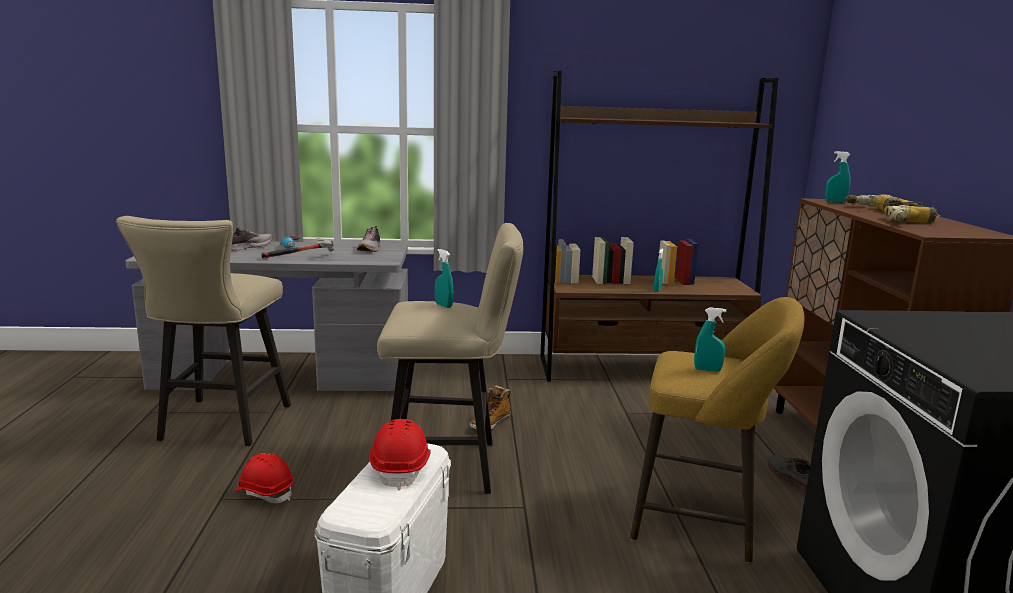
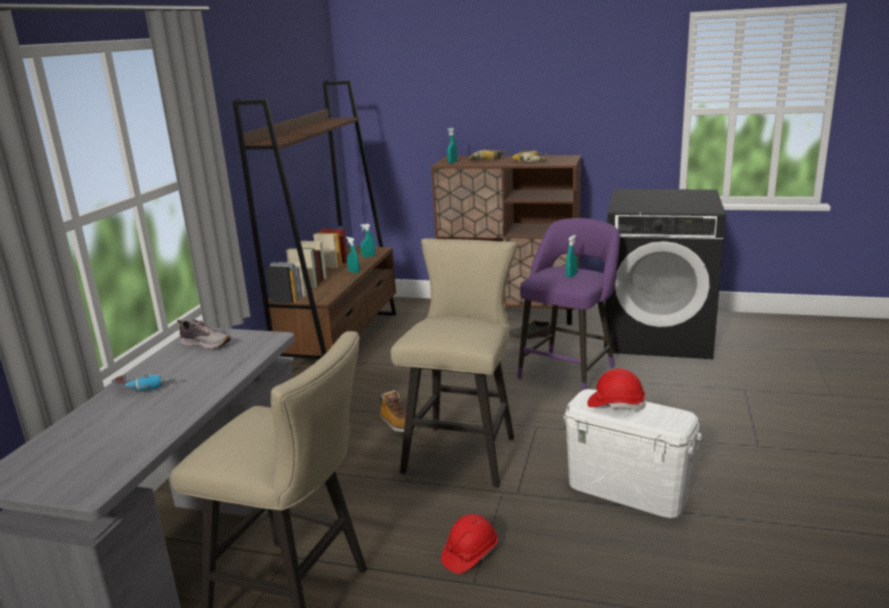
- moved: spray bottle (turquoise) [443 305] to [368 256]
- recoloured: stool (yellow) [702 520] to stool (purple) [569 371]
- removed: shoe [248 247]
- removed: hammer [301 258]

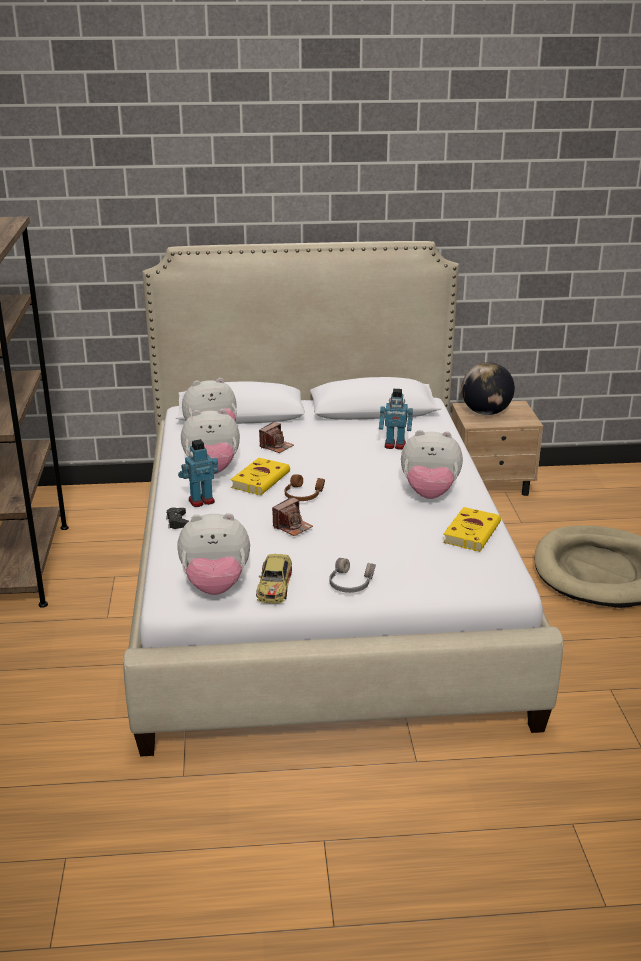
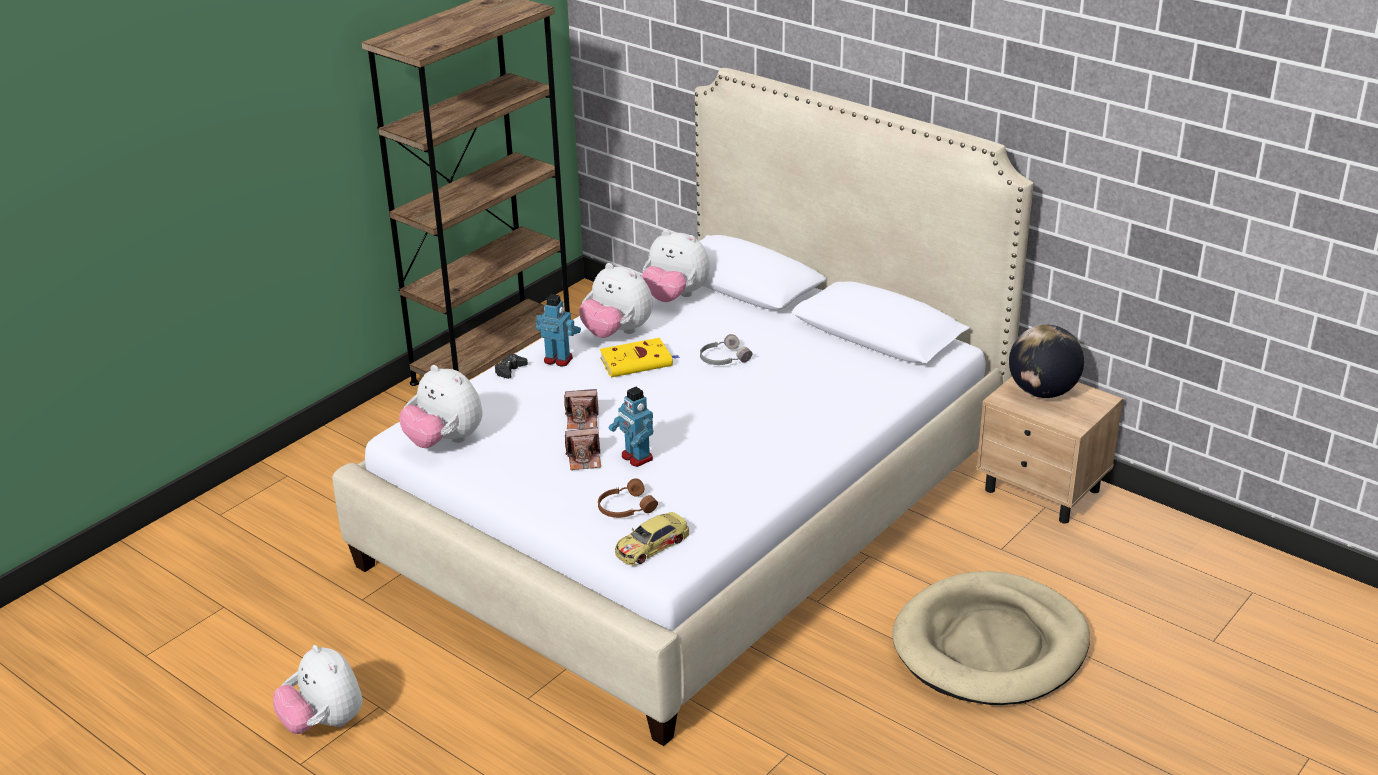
- moved: plush toy [429 494] to [324 723]
- moved: photo camera [276 446] to [584 459]
- moved: headphones (brown) [302 495] to [625 508]
- moved: toy robot [395 445] to [636 457]
- moved: toy car [274 584] to [651 545]
- moved: headphones (grey) [350 583] to [723 358]
- removed: book (yellow) [472 532]

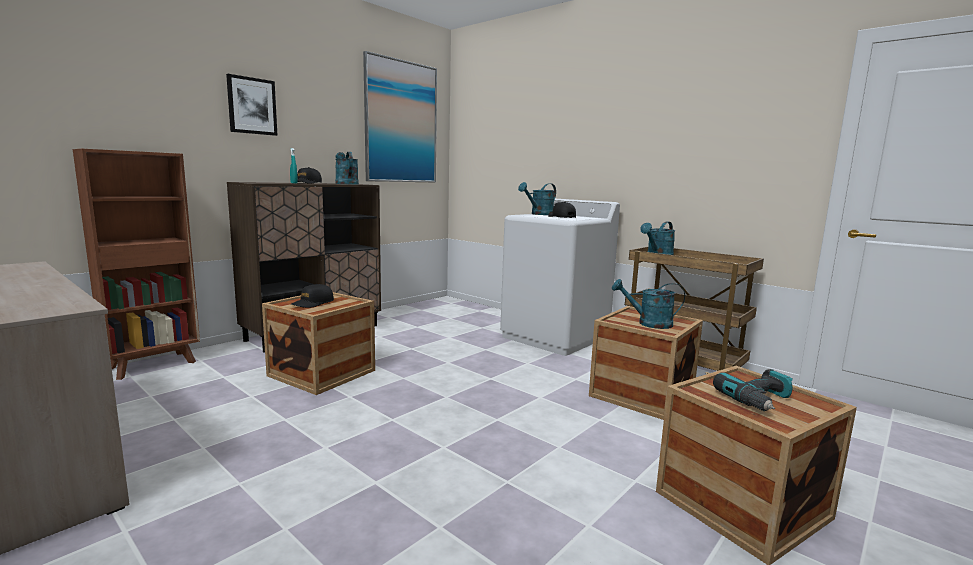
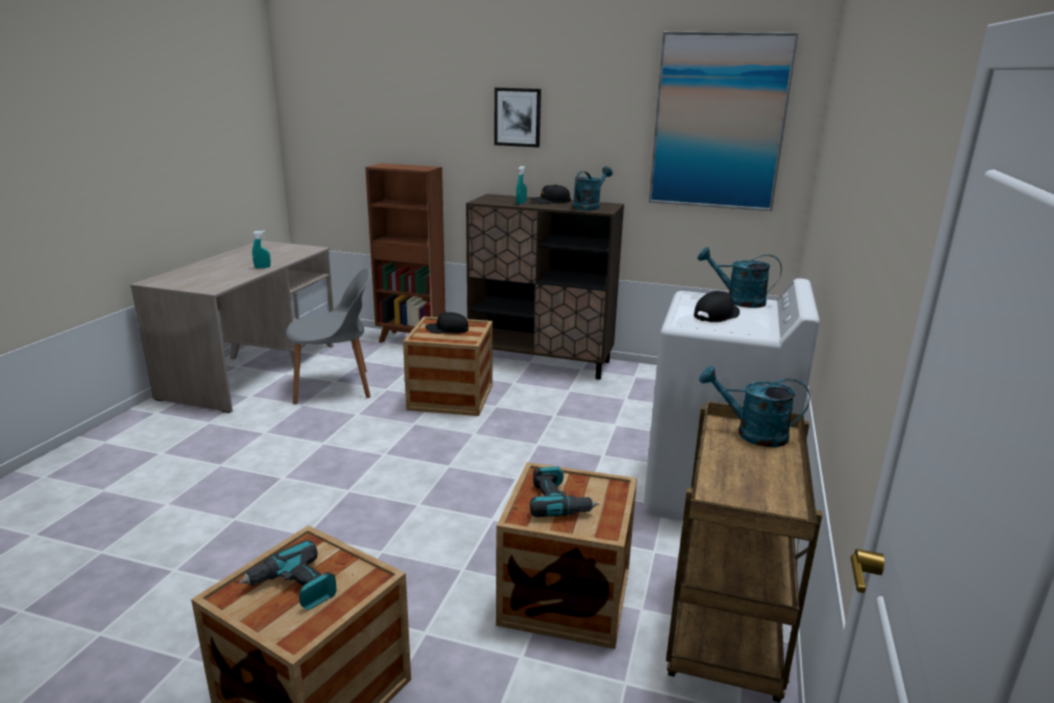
- added: spray bottle (turquoise) [262 267]
- added: chair (grey) [335 387]
- replaced: watering can (turquoise) [648 323] to power drill [558 502]

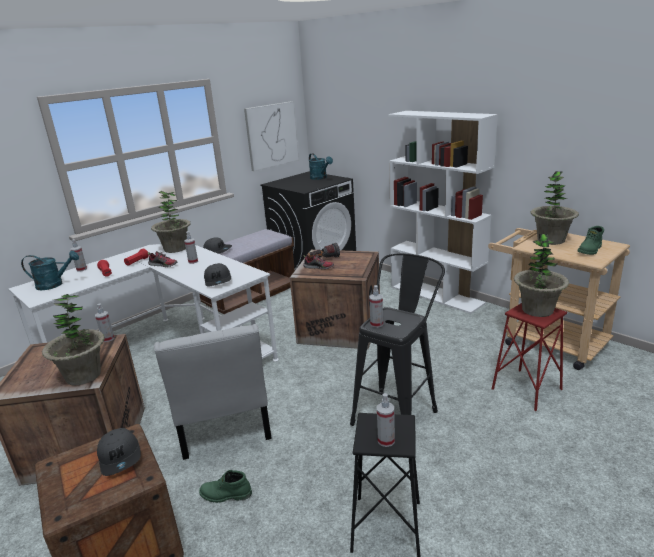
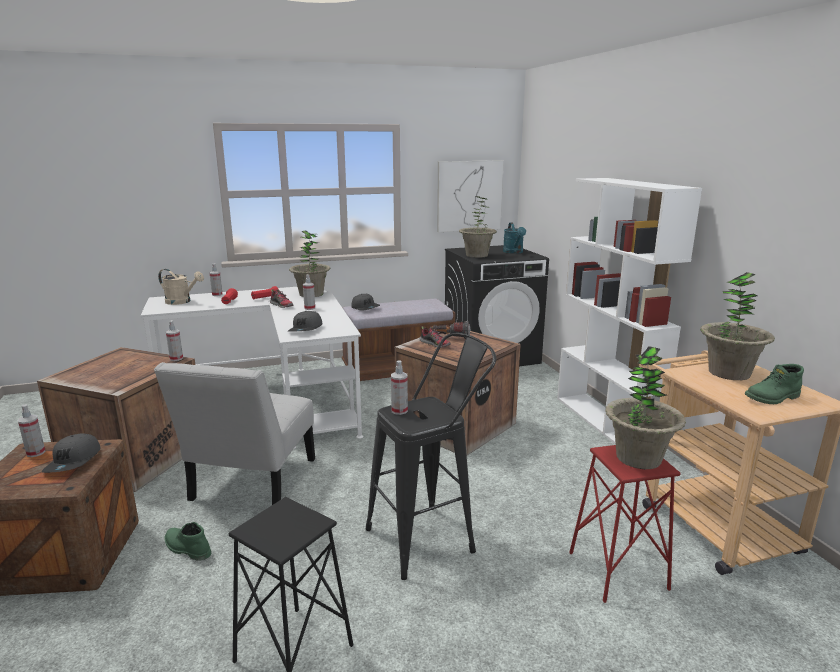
- moved: spray bottle [386 440] to [35 453]
- recoloured: watering can (turquoise) [54 284] to watering can (beige) [182 302]
- moved: potted plant [83 375] to [477 255]

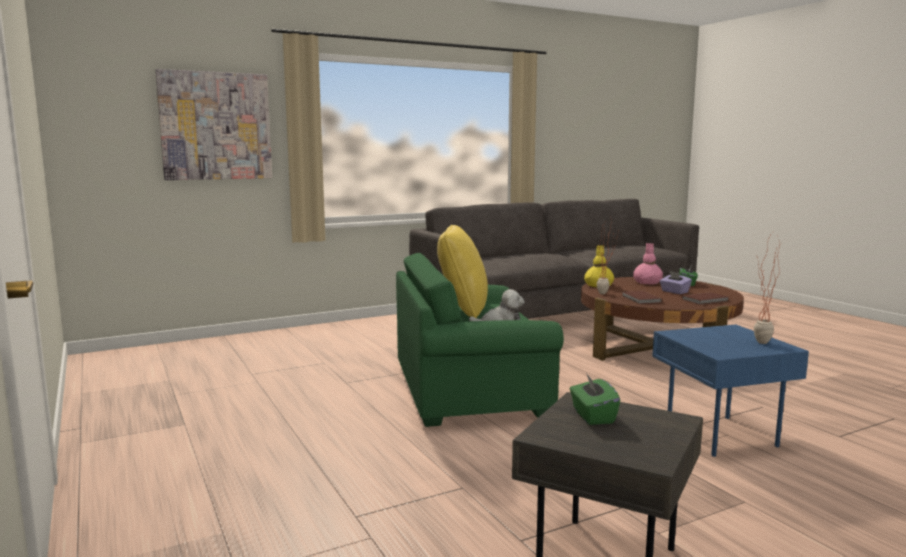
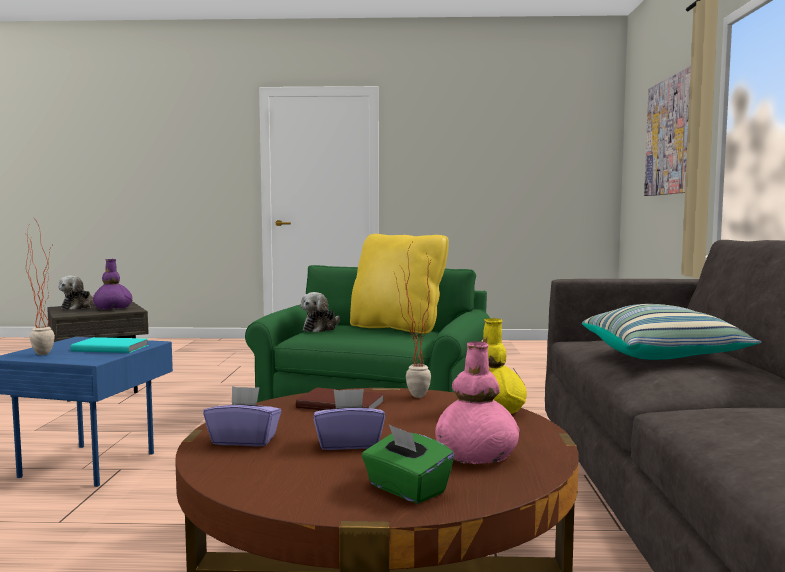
- added: plush toy [79 307]
- added: book (turquoise) [110 348]
- replaced: tissue box (green) [592 416] to vase (purple) [113 308]
- replaced: book (brown) [706 300] to tissue box (purple) [244 440]
- added: pillow [663 356]

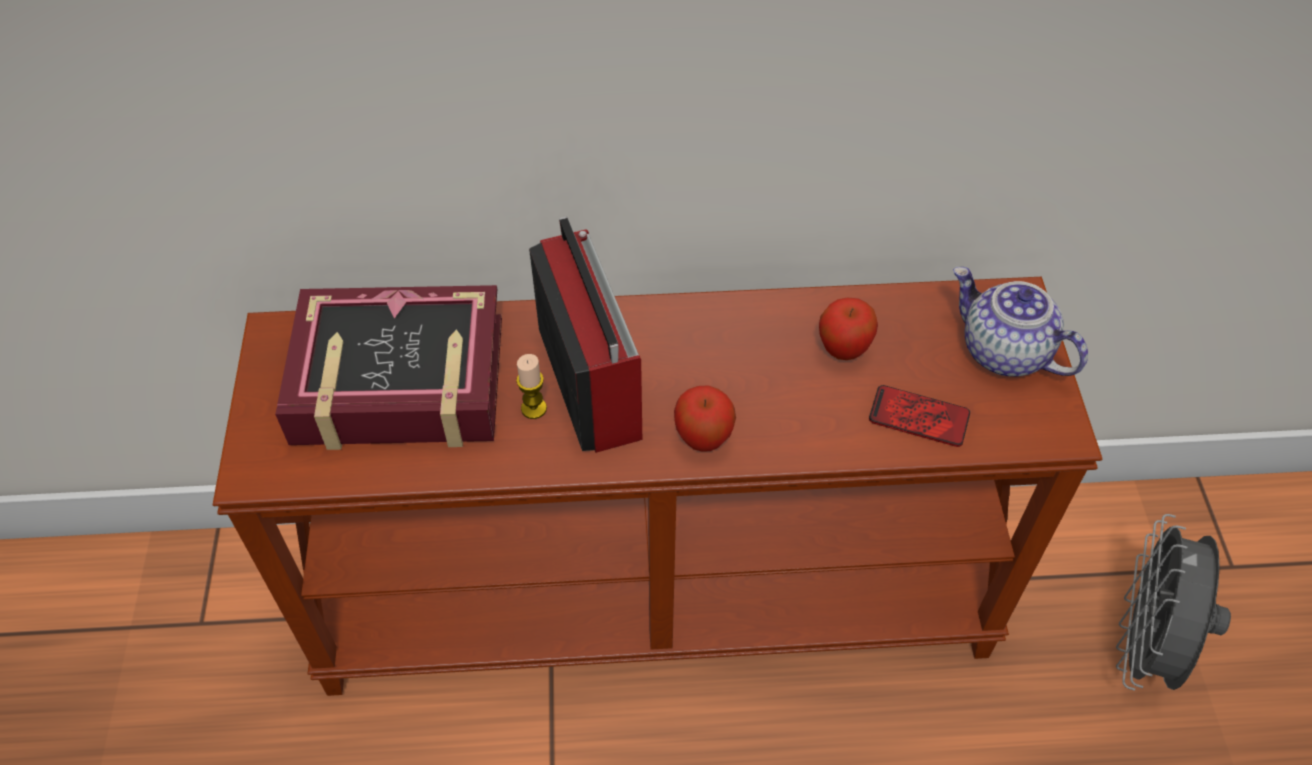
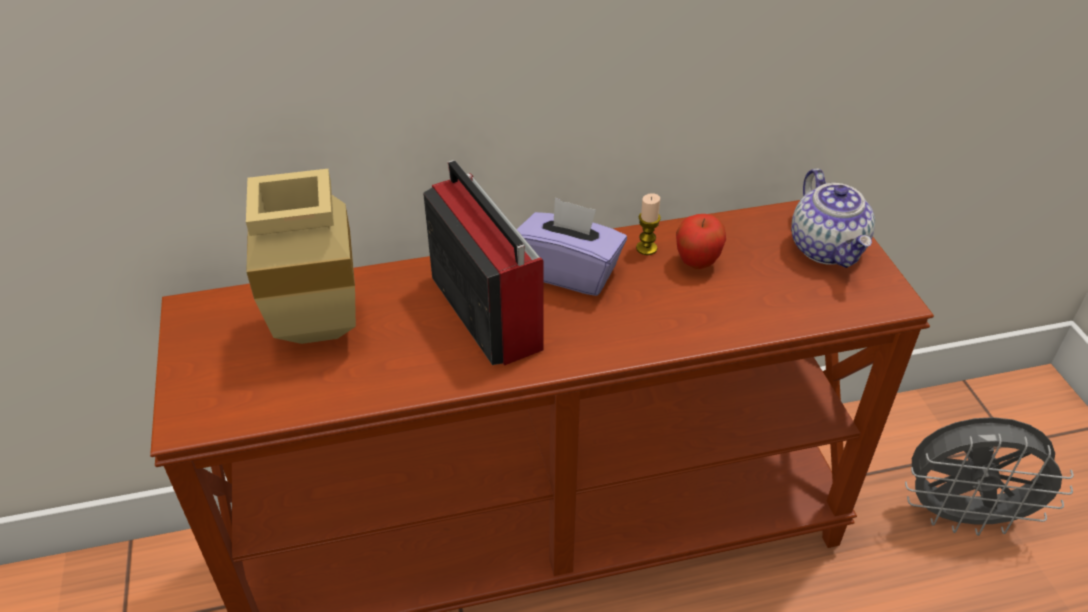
- replaced: book [399 382] to vase (beige) [313 333]
- added: tissue box (purple) [569 272]
- moved: candle [534 408] to [646 248]
- turned: teapot [1003 352] = [828 249] 135 degrees counterclockwise
- turned: fan (grey) [1144 646] = [962 516] 90 degrees counterclockwise
- removed: apple [703 439]
- removed: phone [919 417]

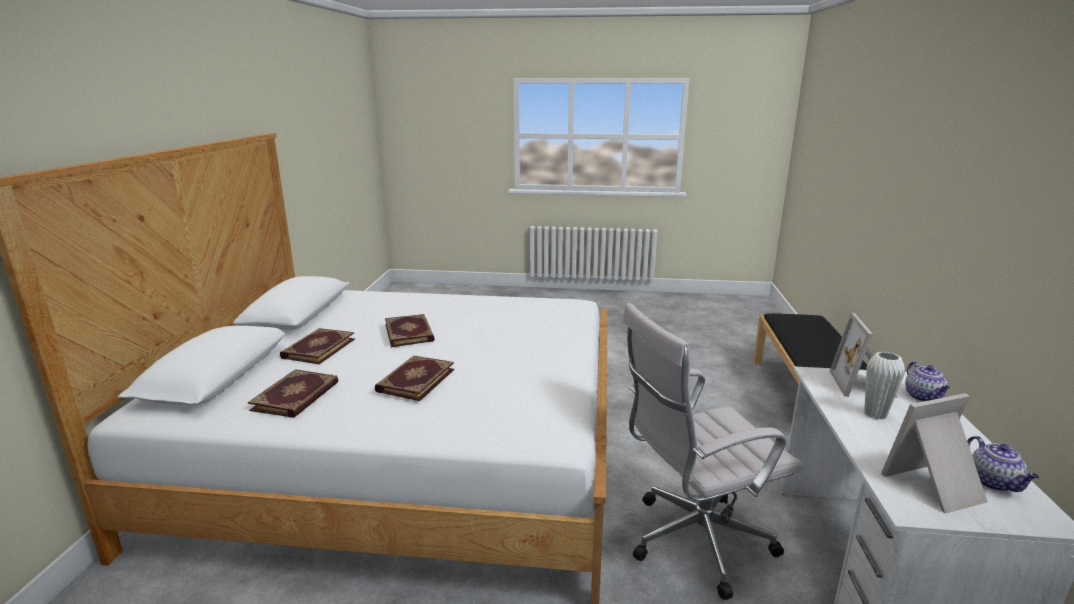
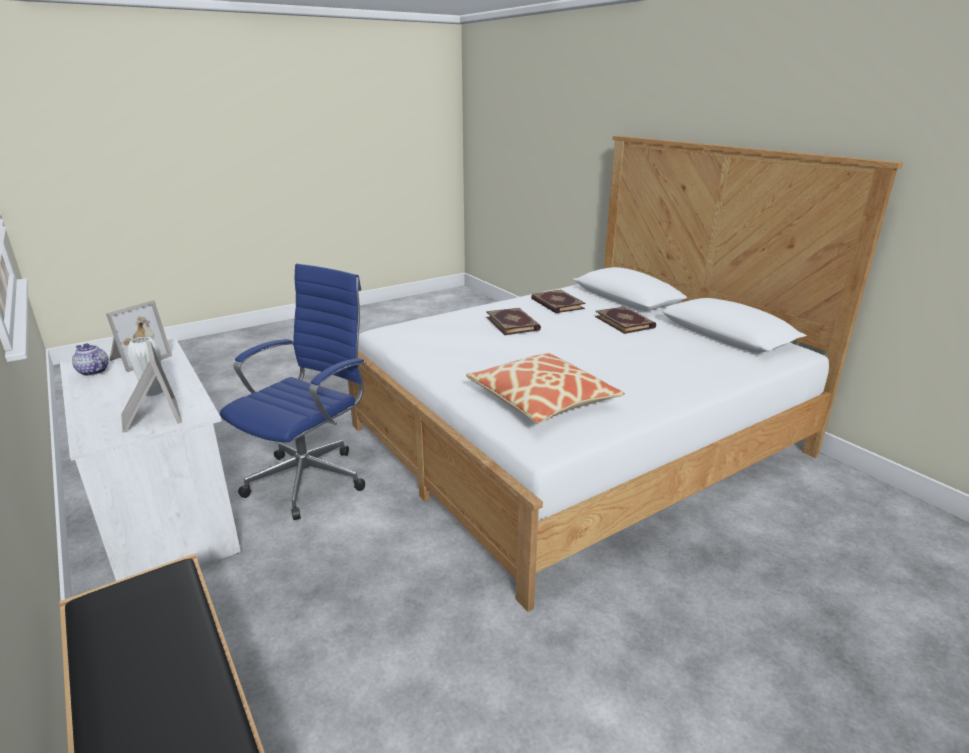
- recoloured: office chair (white) [693 542] to office chair (blue) [311 478]
- added: pillow [542 400]
- removed: book [410 332]
- removed: teapot [924 397]

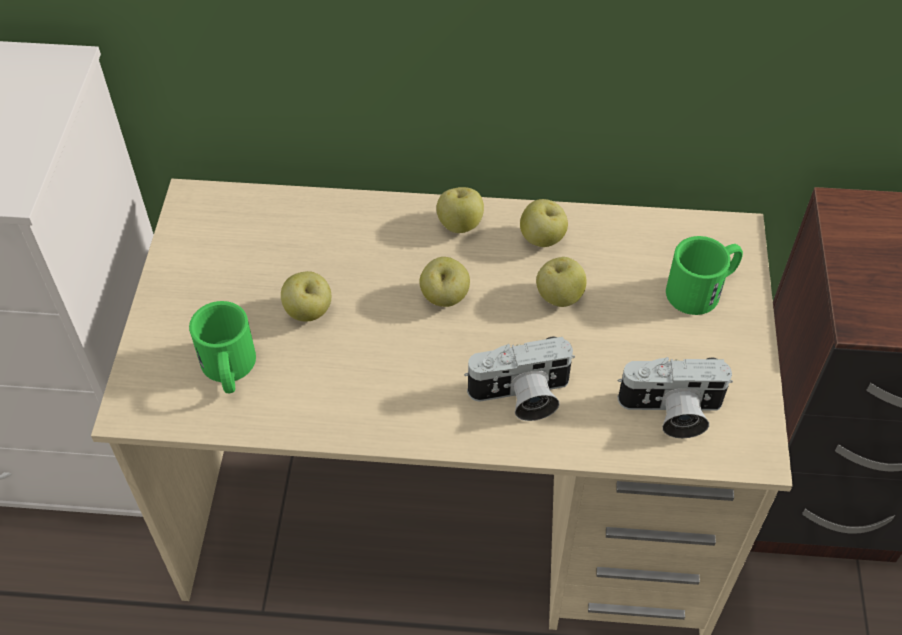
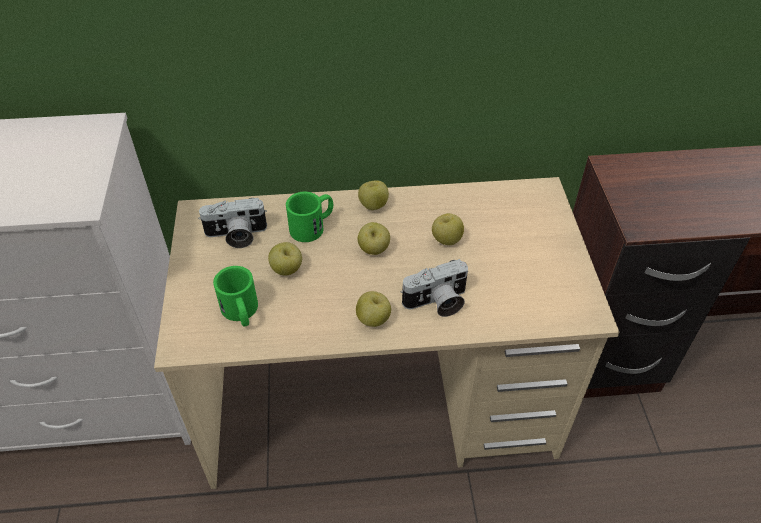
- moved: photo camera [671 412] to [236 235]
- moved: mug (green) [702 289] to [313 226]
- moved: apple [542 239] to [373 319]

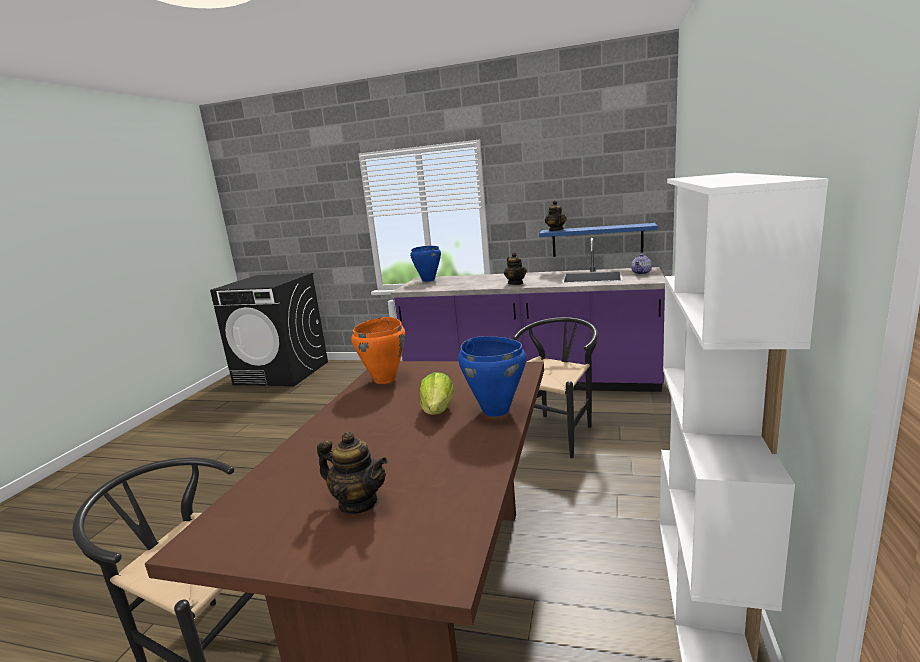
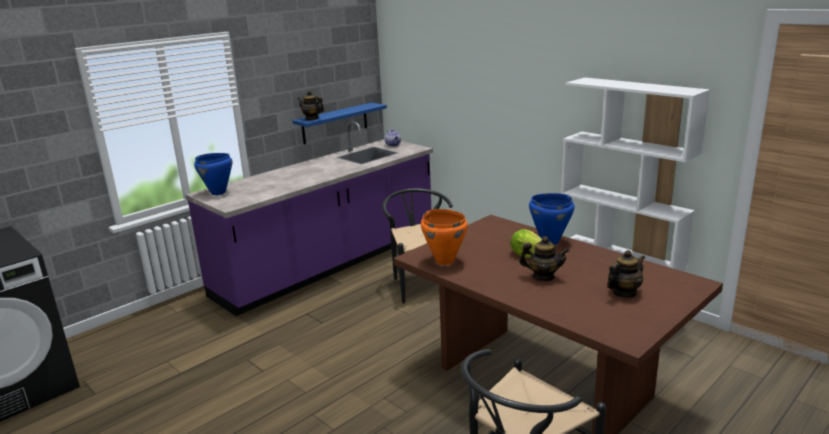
- moved: teapot [516 283] to [543 276]

